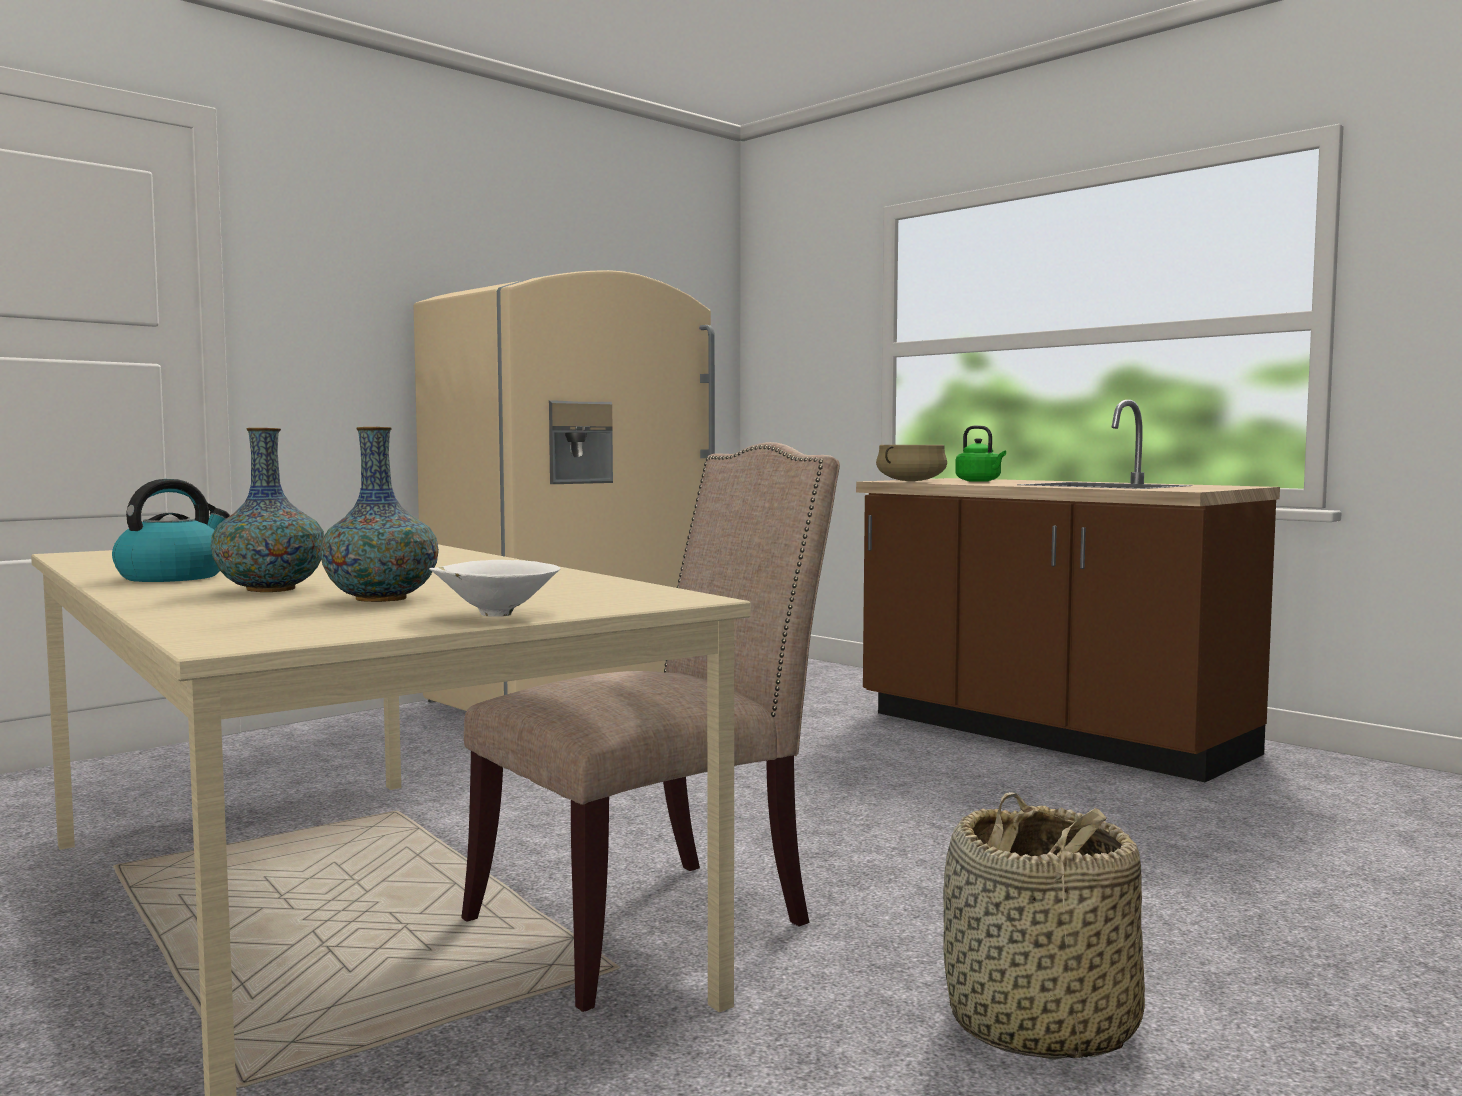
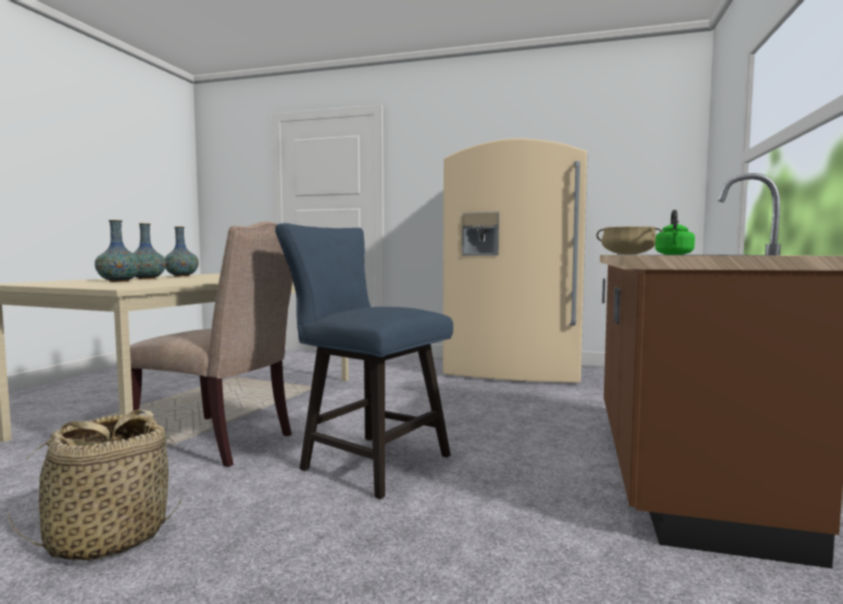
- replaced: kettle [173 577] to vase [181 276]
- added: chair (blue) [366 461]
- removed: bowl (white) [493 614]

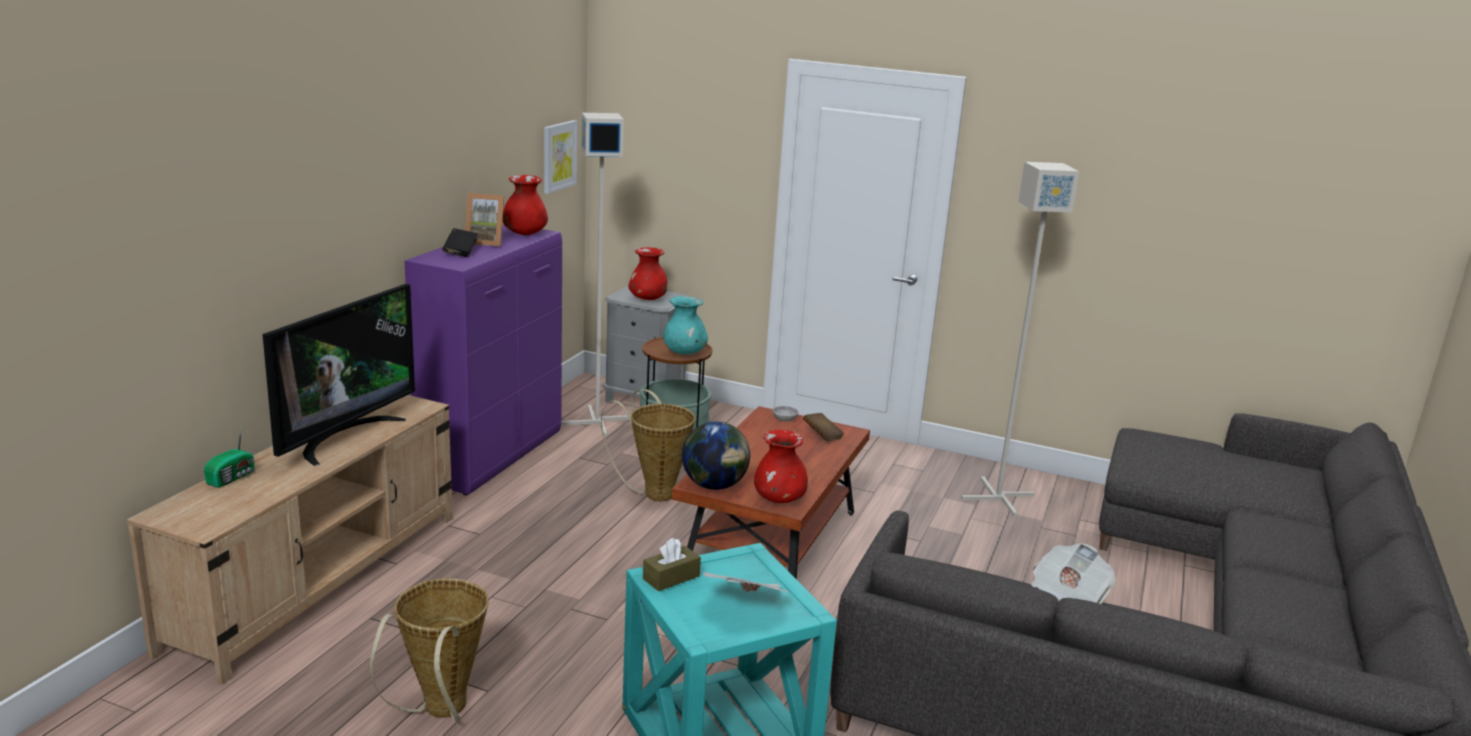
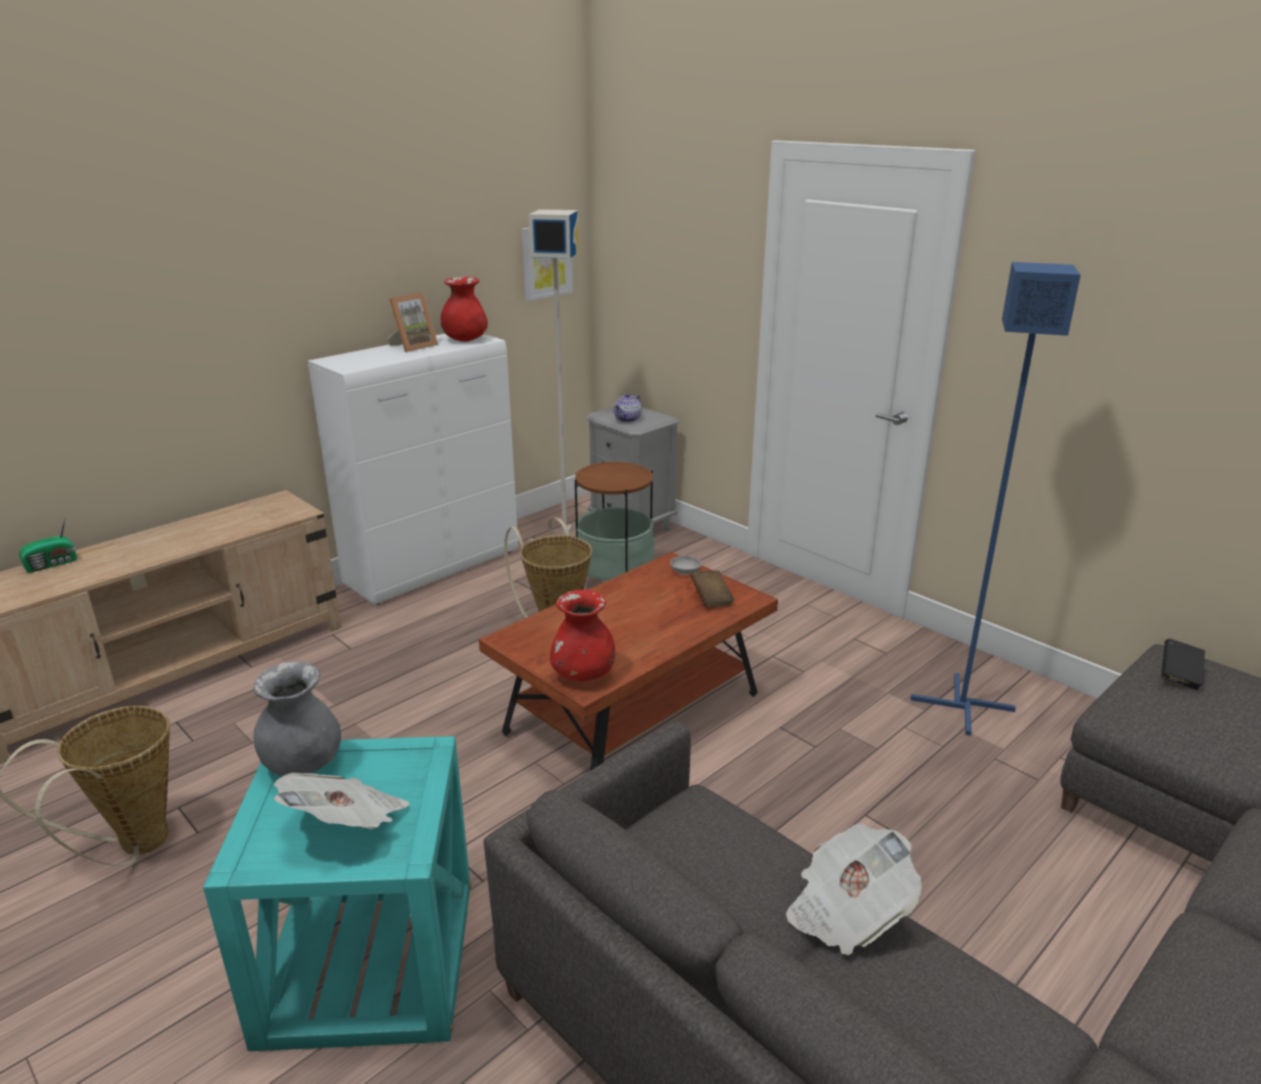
- replaced: tissue box (brown) [671 577] to vase (grey) [303 764]
- recoloured: cabinet (purple) [492 457] to cabinet (white) [434 568]
- turned: picture frame [486 242] = [413 346] 75 degrees counterclockwise
- replaced: vase (red) [648 299] to teapot [628 419]
- recoloured: floor lamp (grey) [997 497] to floor lamp (blue) [960 705]
- moved: book (black) [460 252] to [1179 675]
- removed: television [344 436]
- removed: vase (turquoise) [685 353]
- removed: globe [714 485]

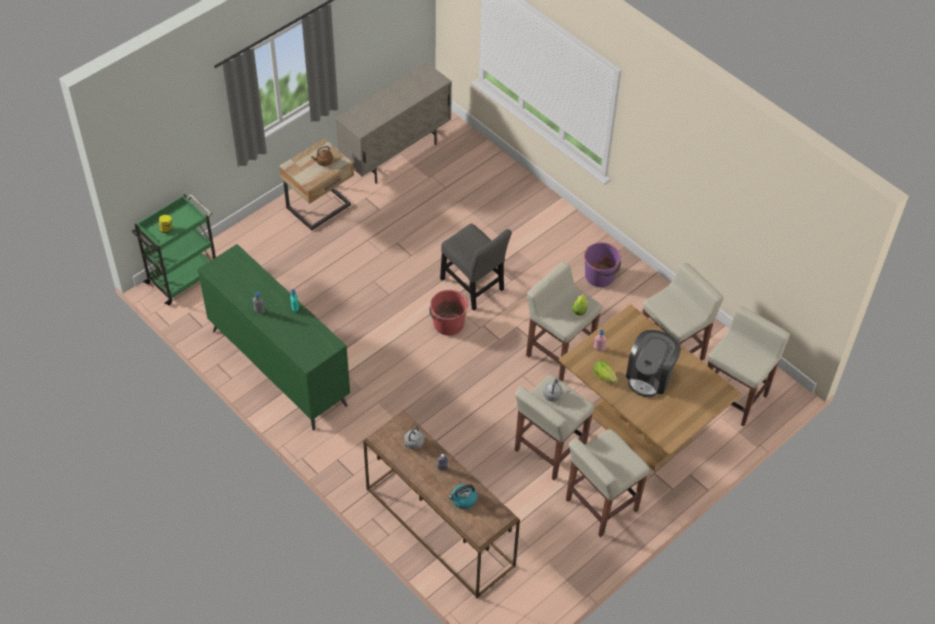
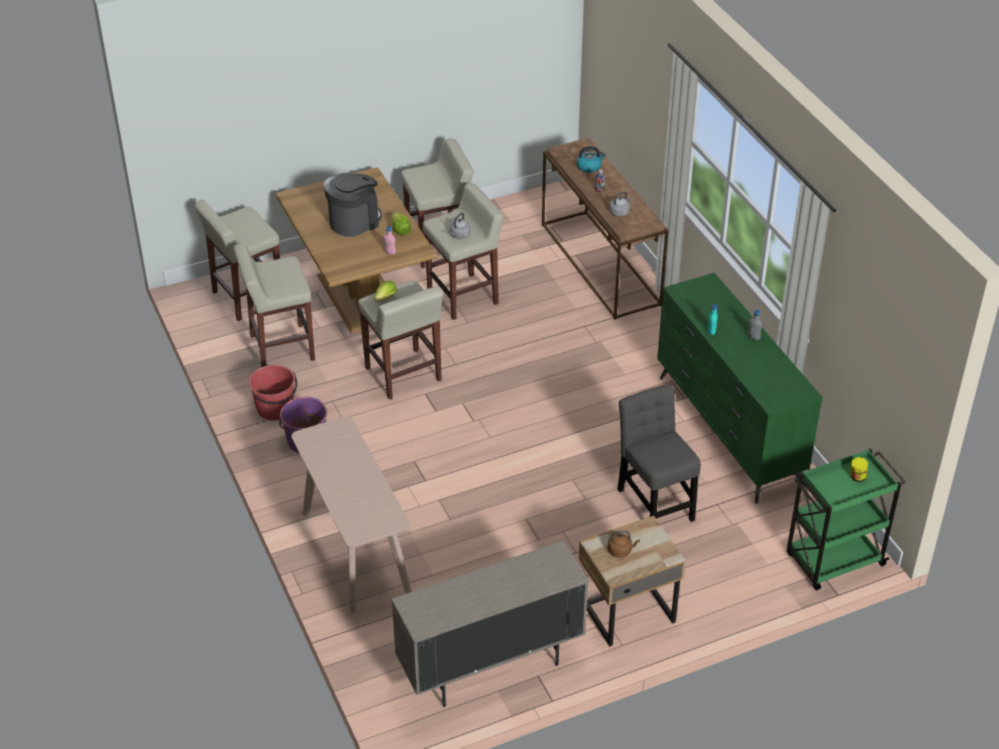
- moved: bucket (red) [448 323] to [275 408]
- added: console table (beige) [355 552]
- moved: chair (grey) [473 287] to [654 501]

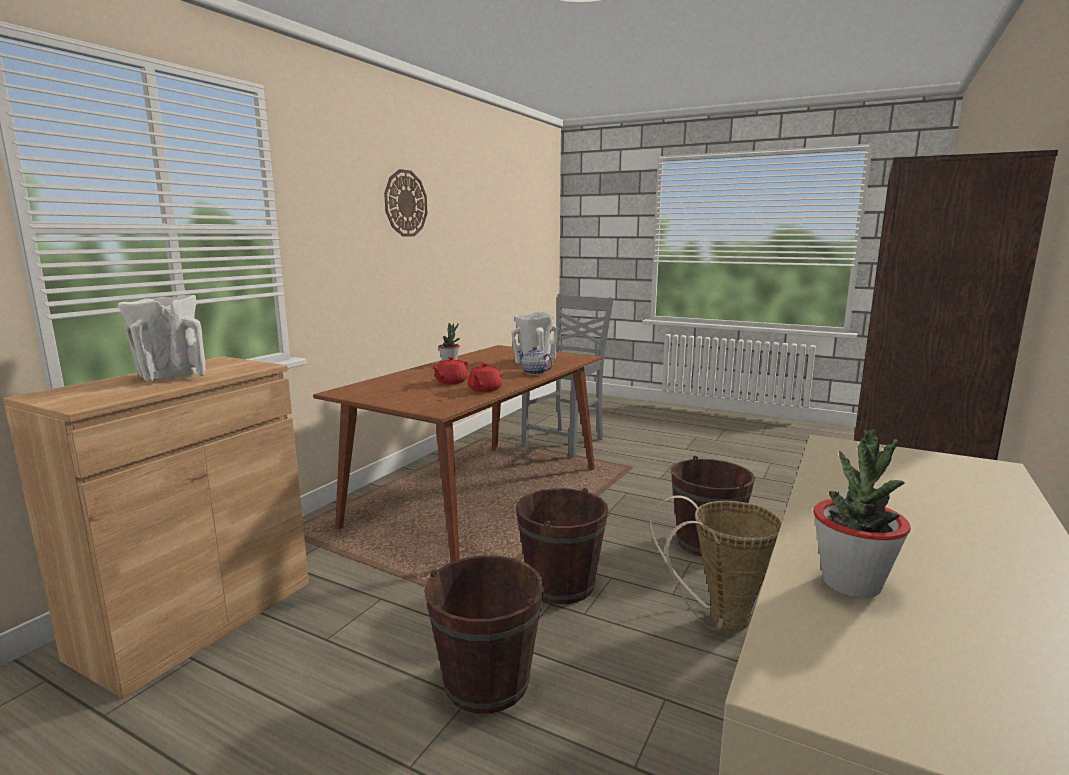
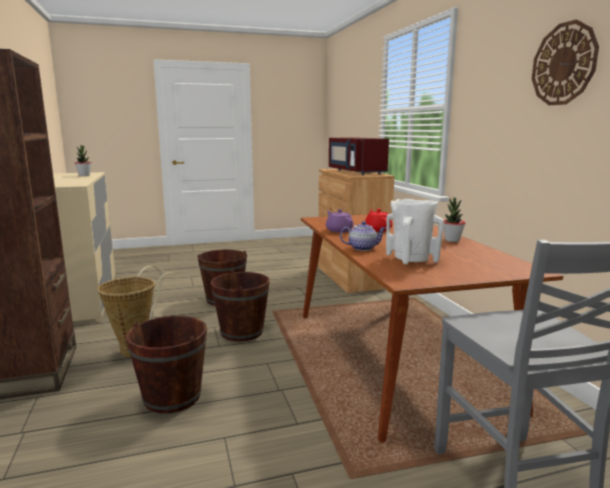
- recoloured: teapot (red) [484 389] to teapot (purple) [339 230]
- replaced: vase (white) [170 377] to microwave (red) [355 172]

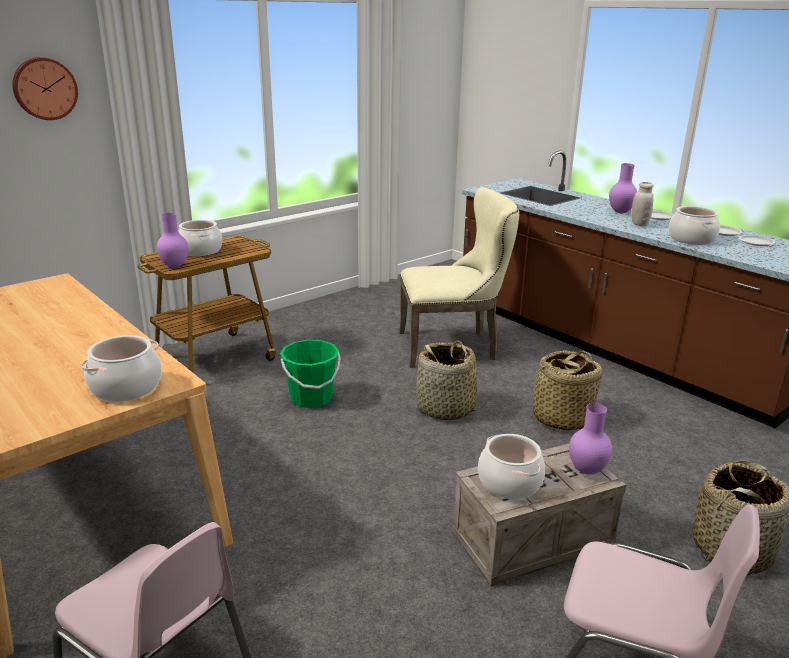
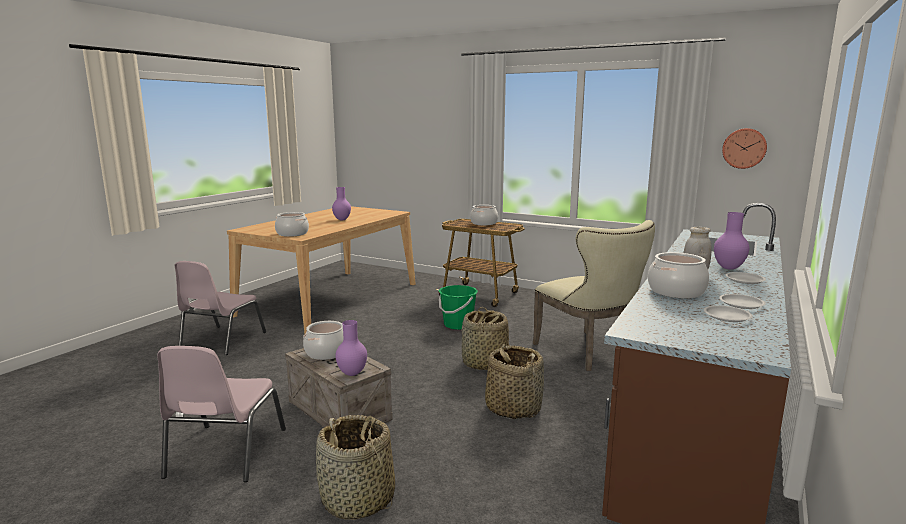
- moved: vase (purple) [175 266] to [342 219]
- moved: wall clock [44 88] to [744 148]

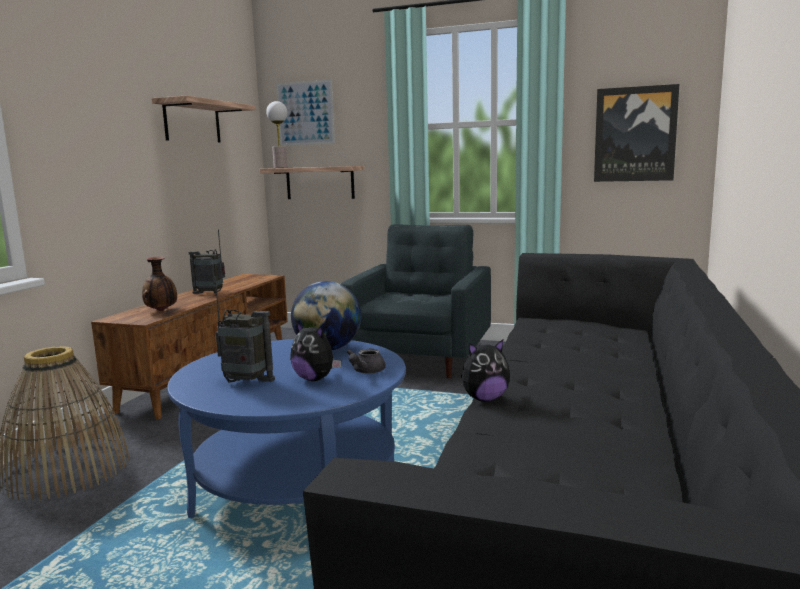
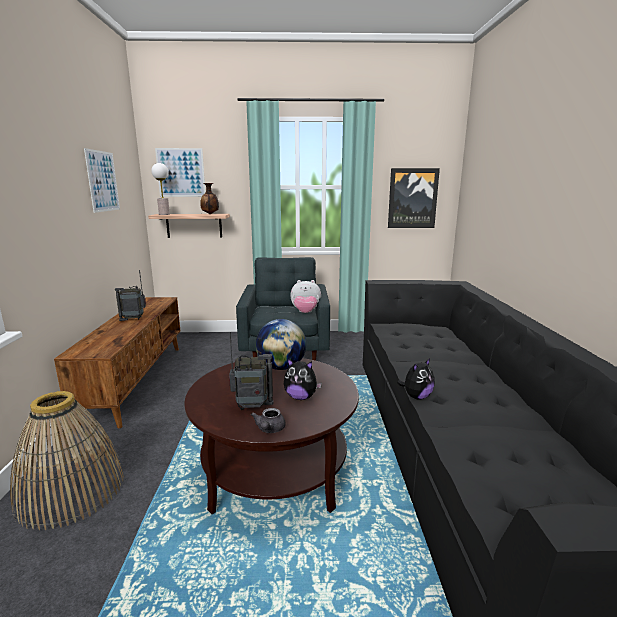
- replaced: shelf [192 122] to picture [103 181]
- recoloured: coffee table (blue) [298 489] to coffee table (brown) [275 471]
- moved: vase [161 311] to [210 214]
- moved: teapot (grey) [365 371] to [269 430]
- added: plush toy [305 313]

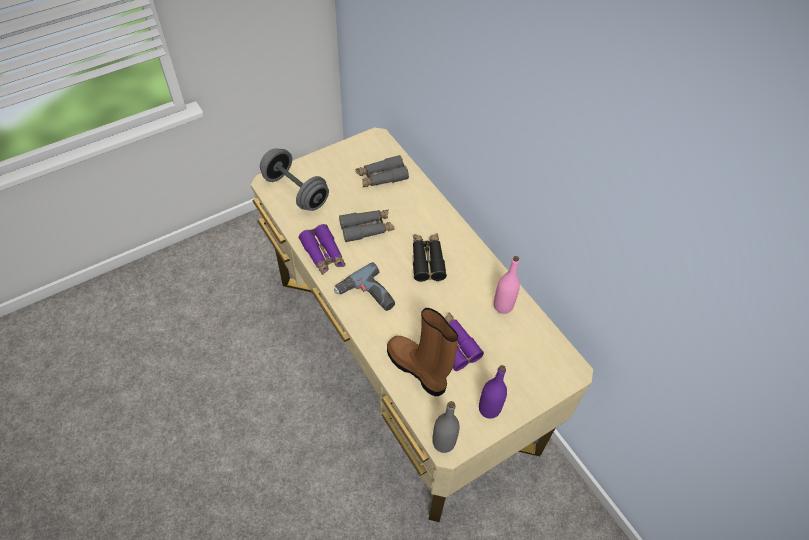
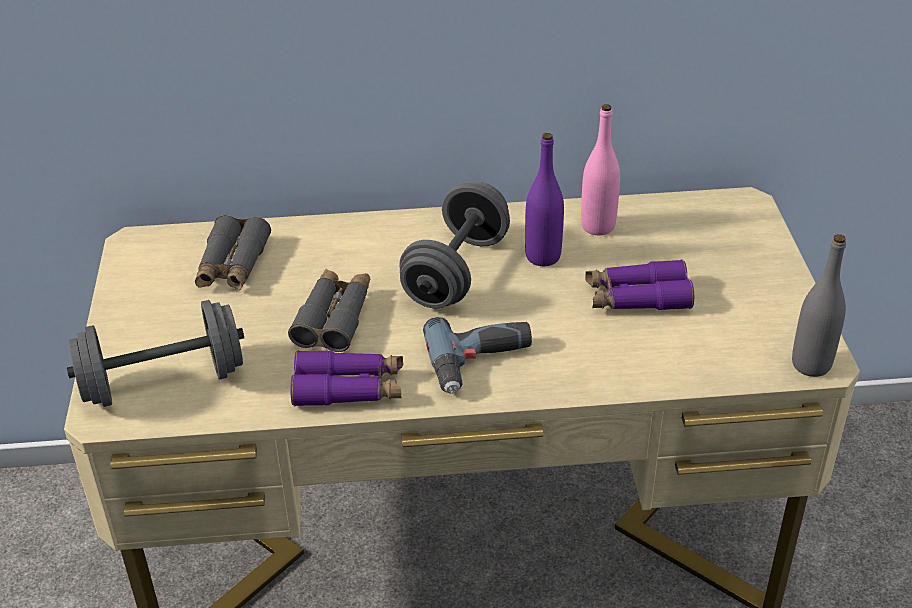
- replaced: binoculars (black) [427 260] to dumbbell (grey) [456 272]
- moved: bottle (purple) [489 409] to [543 257]
- removed: boot (brown) [418 370]

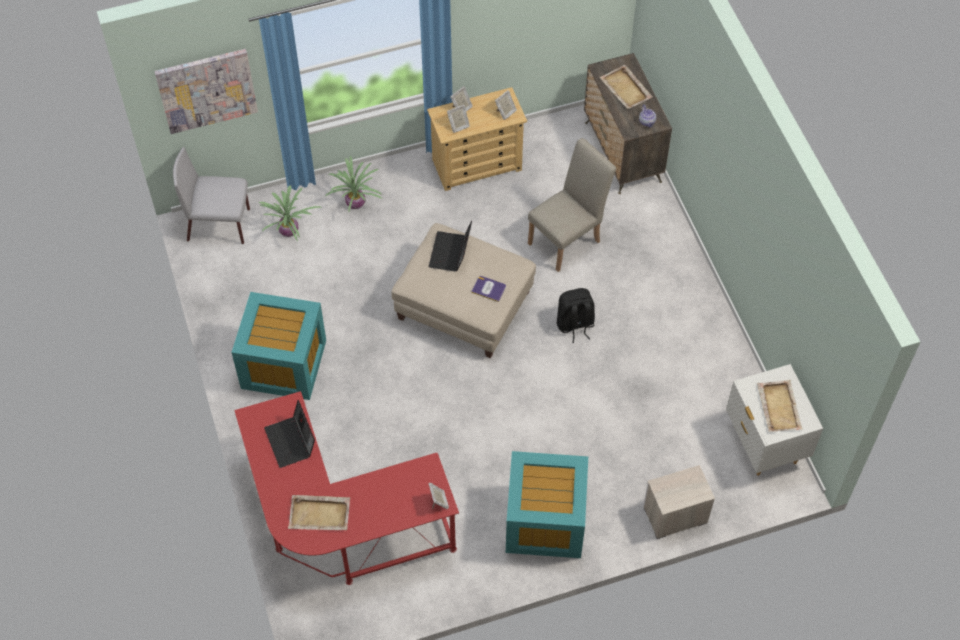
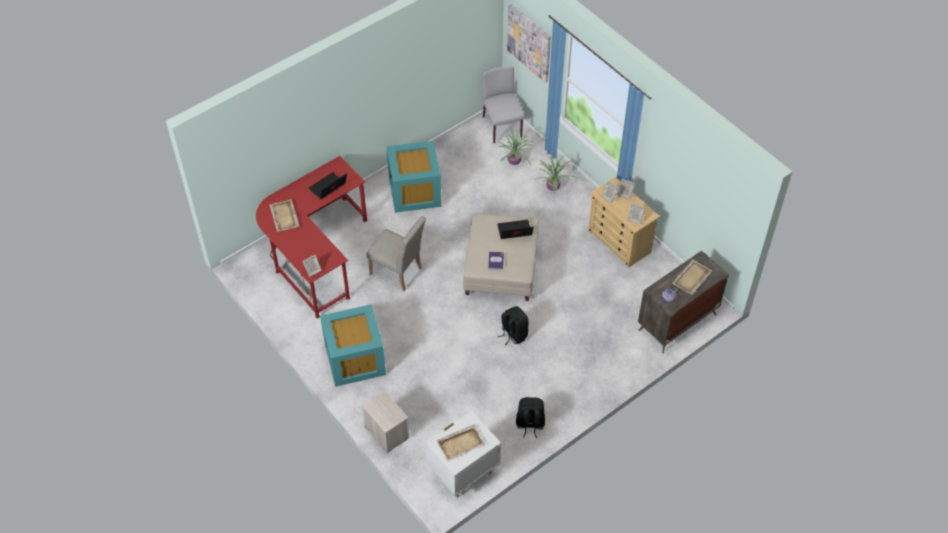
- moved: chair (beige) [568 239] to [399 273]
- added: backpack (black) [530 424]

